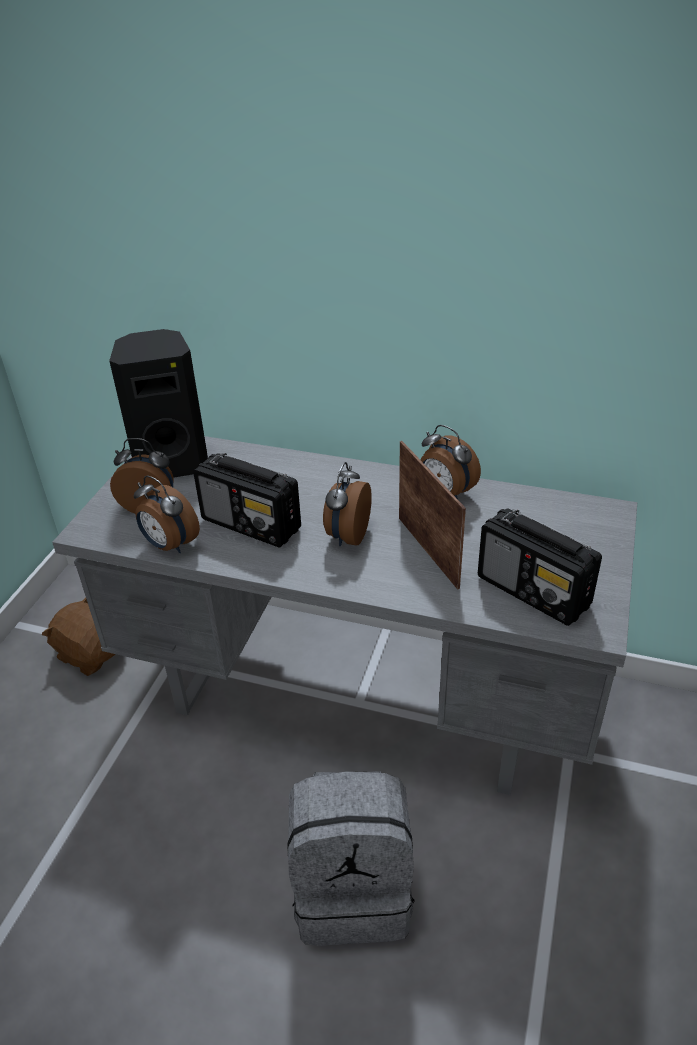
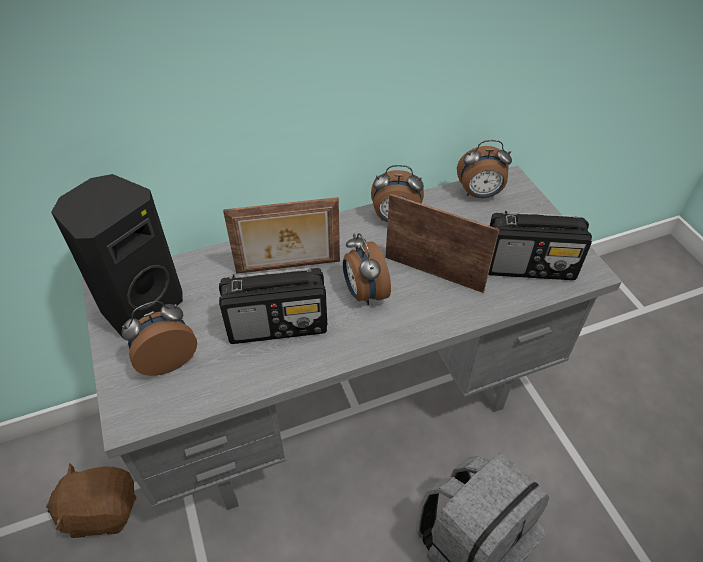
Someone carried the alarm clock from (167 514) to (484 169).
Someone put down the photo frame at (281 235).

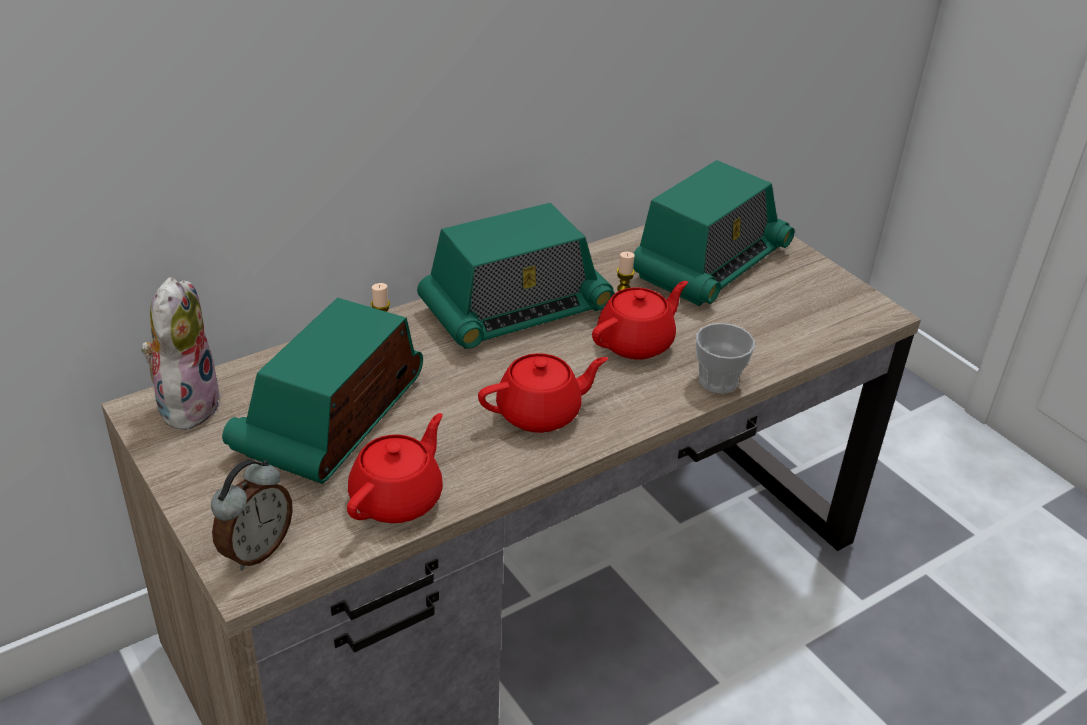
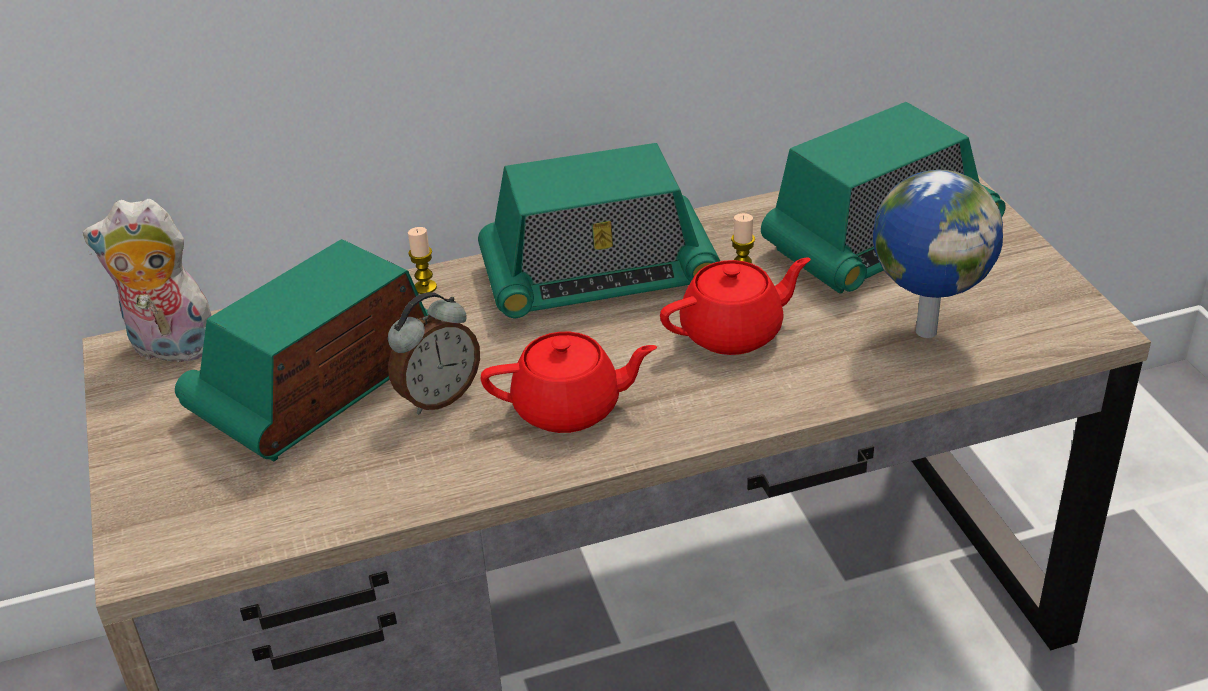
Someone rotated the cuddly toy at (181 353) by 105 degrees counterclockwise.
Someone carried the alarm clock from (252 515) to (434 353).
Someone took away the pot for tea in reddish at (395 468).
Someone took away the cup at (725 358).
Someone put down the desk globe at (938 254).

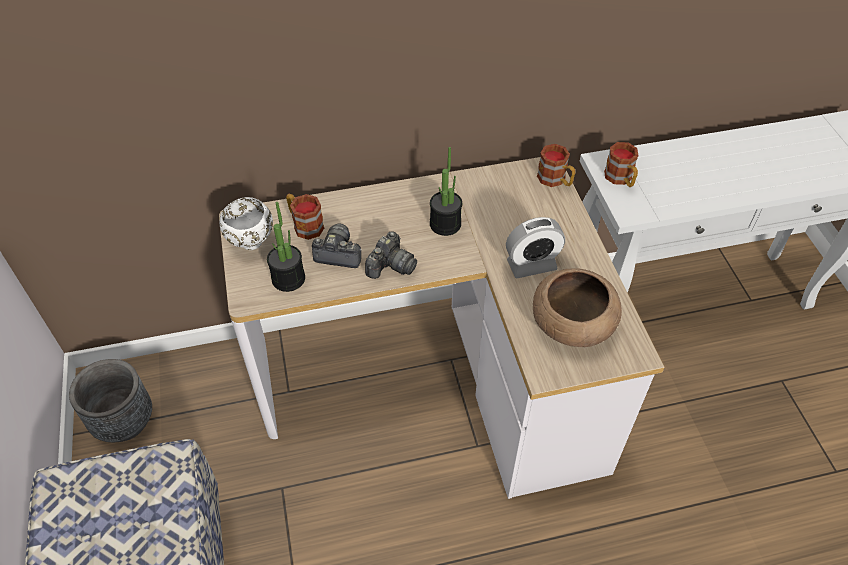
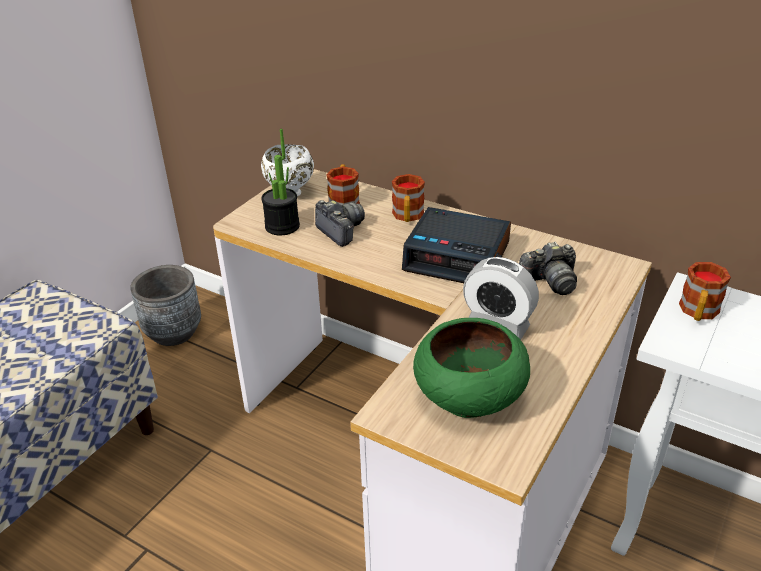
Someone carried the still camera from (391 255) to (548 268).
Someone swapped the houseplant at (446 191) for the alarm clock at (456 245).
Someone repainted the serving bowl in brown at (577 307), which became the serving bowl in green at (471 368).
Someone carried the coffee mug from (556 165) to (408 198).

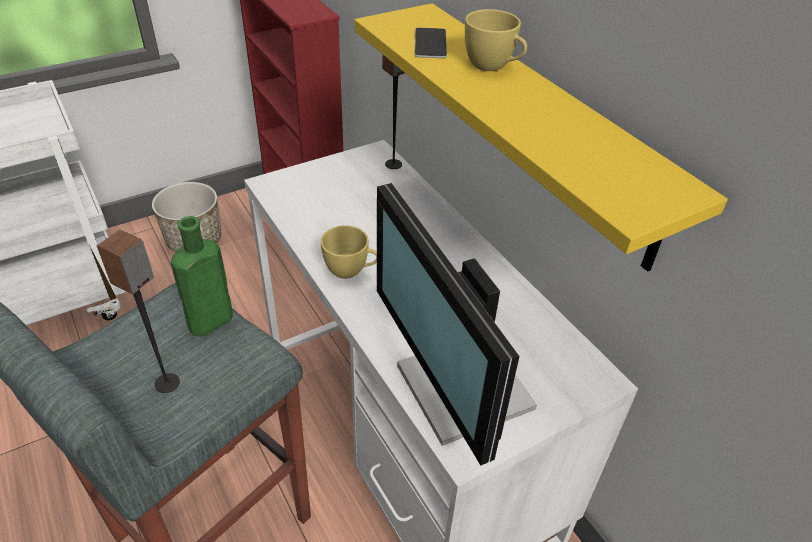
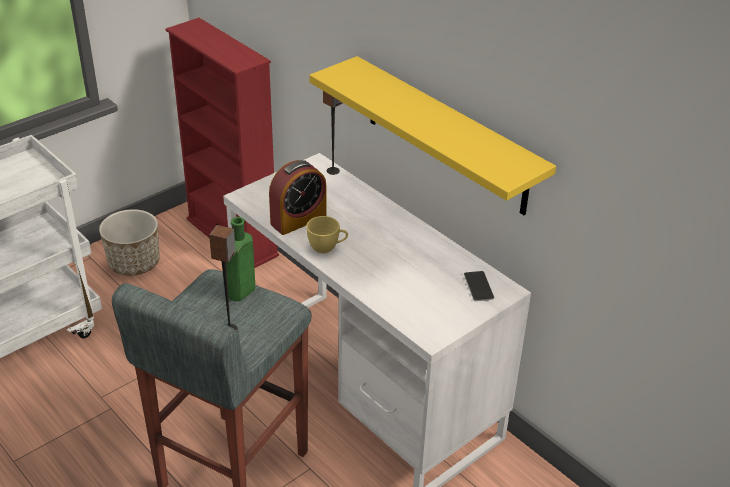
Someone took away the computer display at (457 324).
Someone carried the handset from (430 43) to (479 286).
Someone took away the cup in yellow at (496 40).
Someone put down the alarm clock at (298 197).

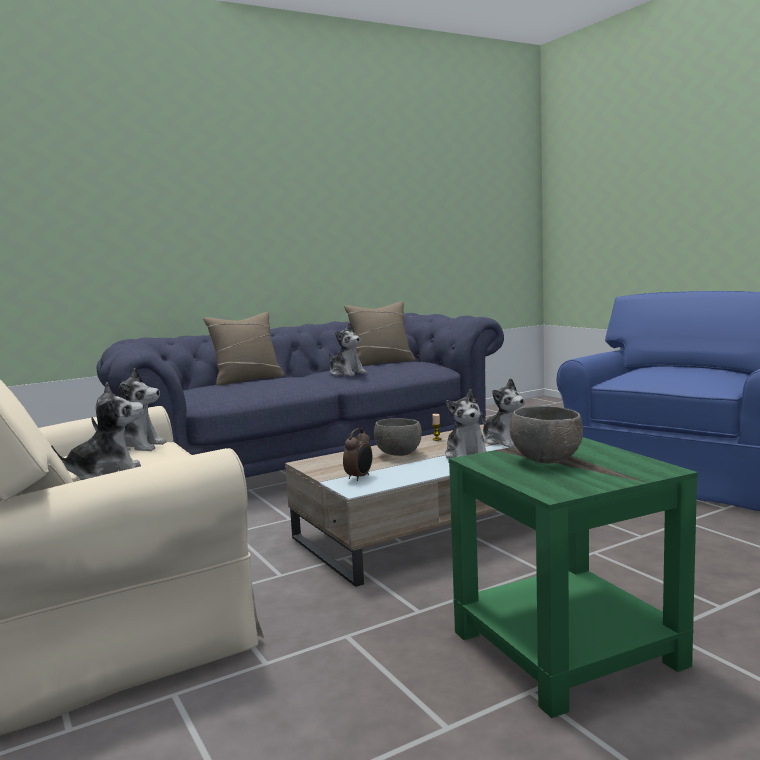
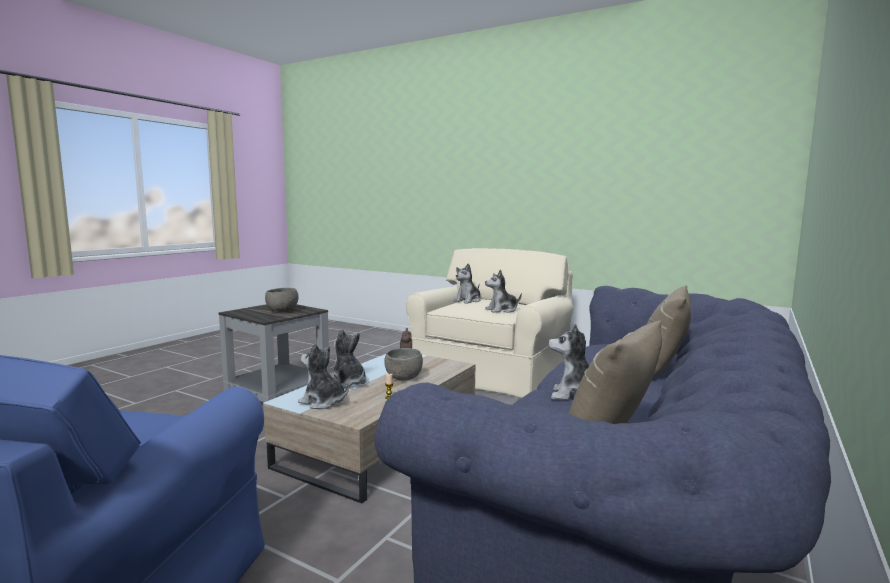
Someone repainted the end table in green at (573 577), which became the end table in gray at (274 357).

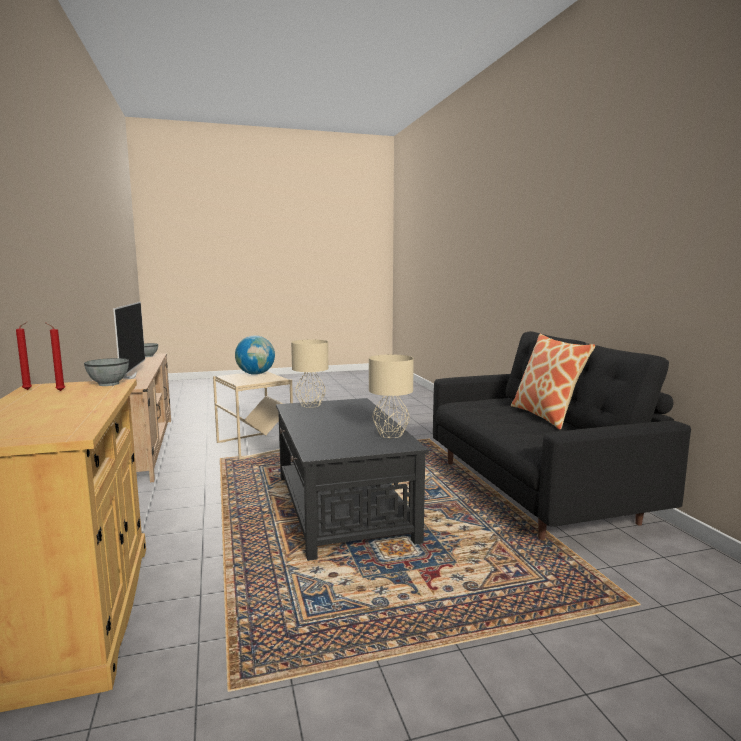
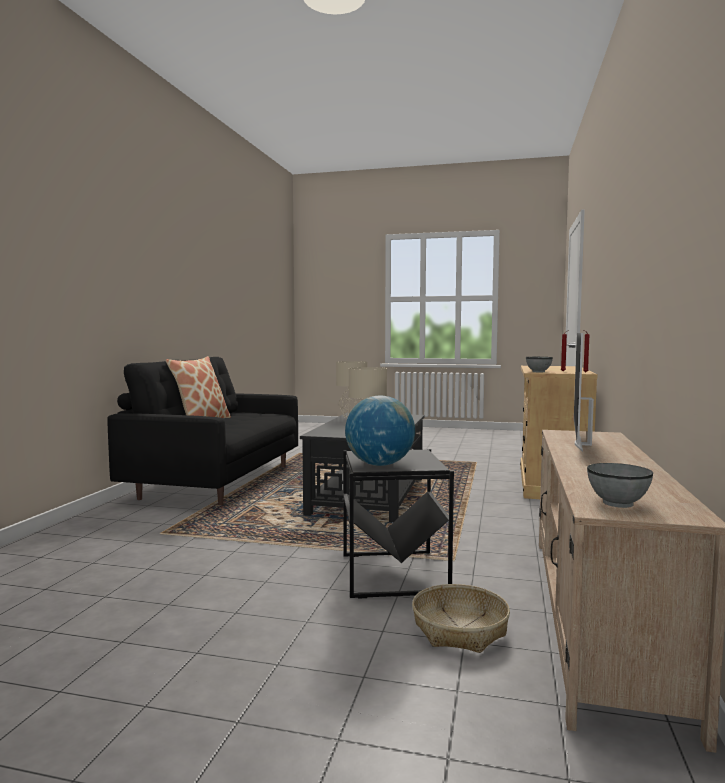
Someone repainted the end table in beige at (253 415), which became the end table in black at (398 524).
Someone put down the household basket at (461 618).

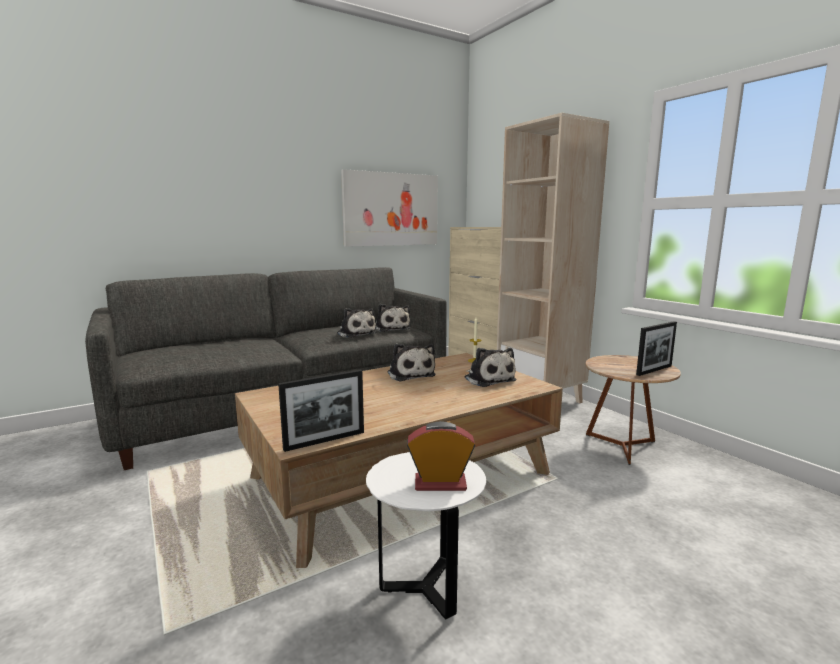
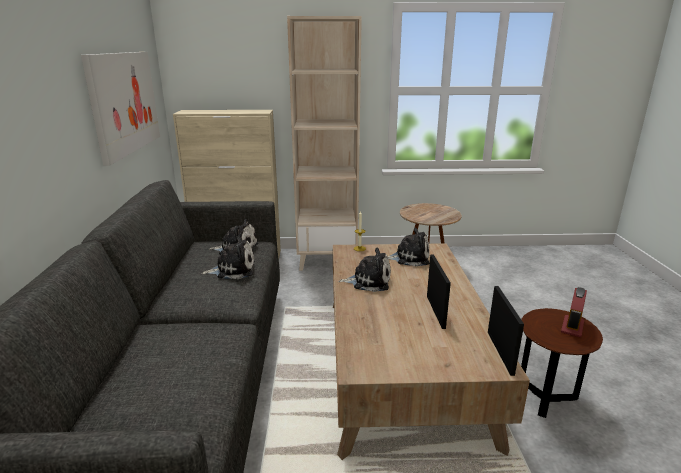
Someone repainted the end table in white at (426 535), which became the end table in brown at (562 363).
Someone carried the photo frame from (656 348) to (439 291).

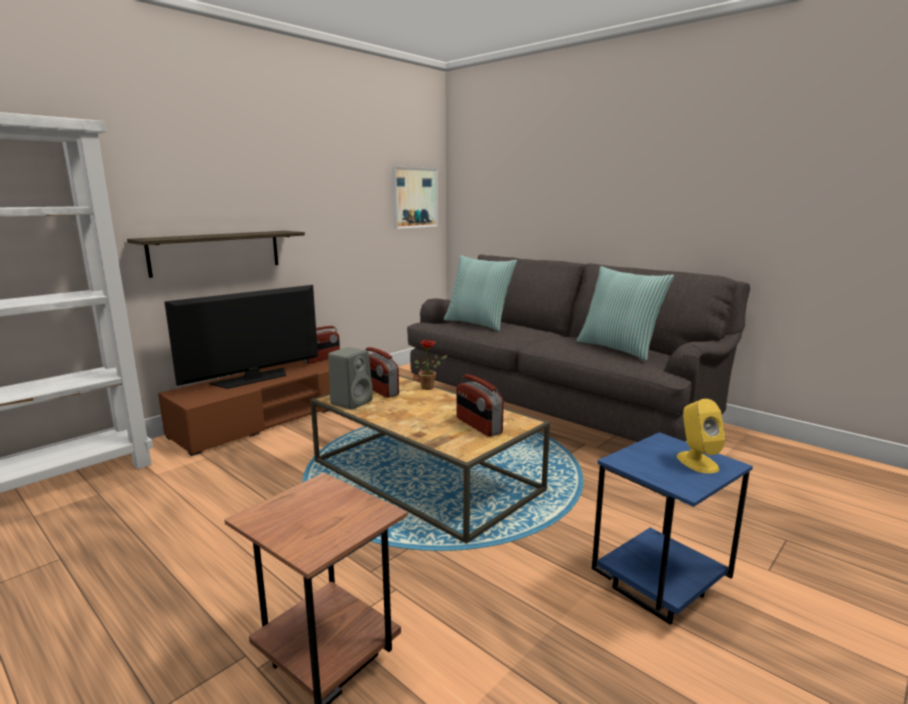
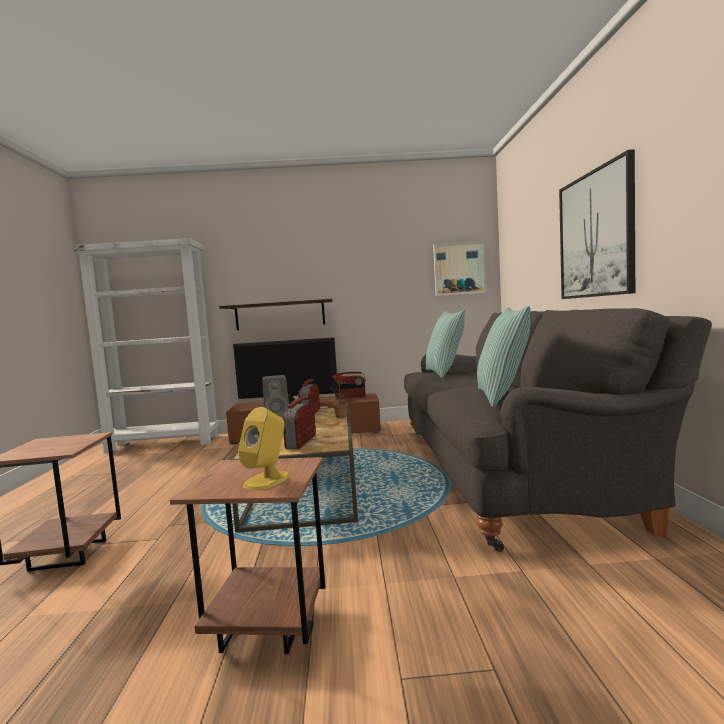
Someone repainted the end table in bluish at (672 528), which became the end table in brown at (247 555).
Someone put up the picture at (597 224).

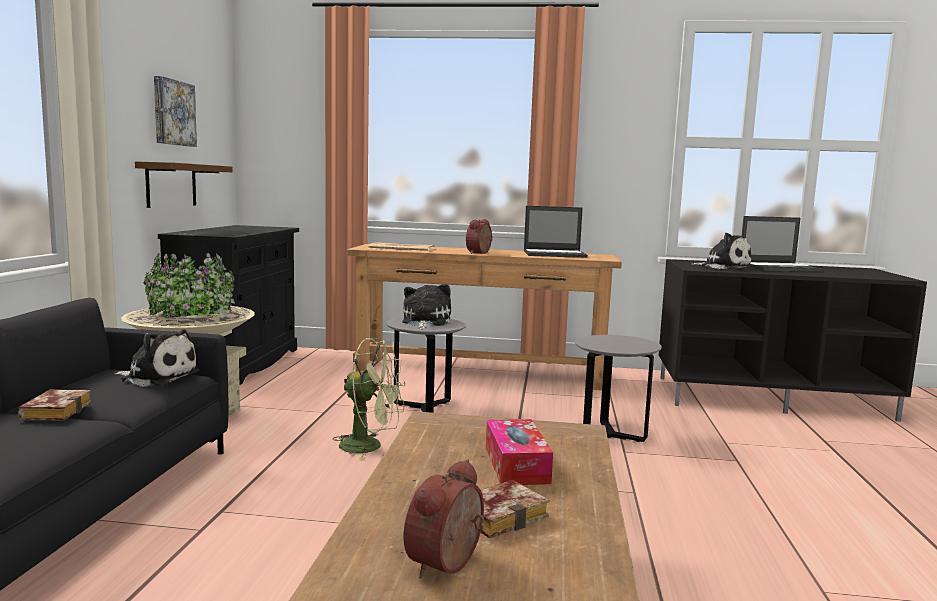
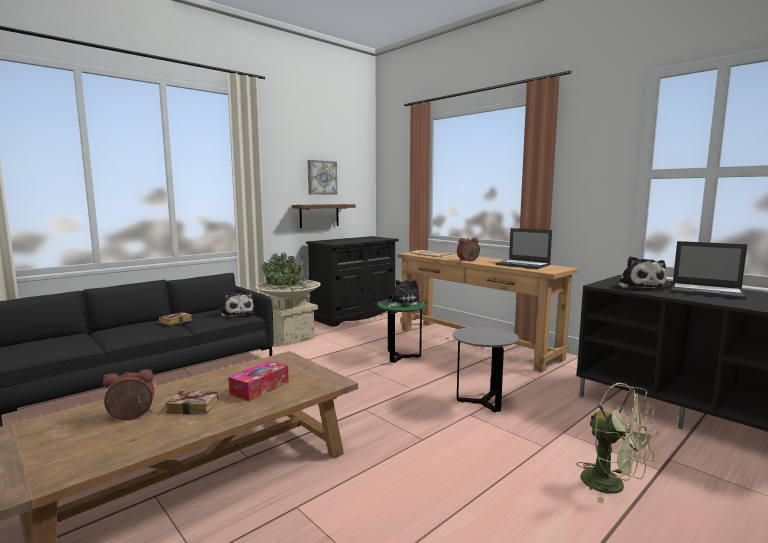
Someone carried the cooling fan in green from (369 399) to (617 443).
Someone repainted the end table in gray at (426 365), which became the end table in green at (401 331).

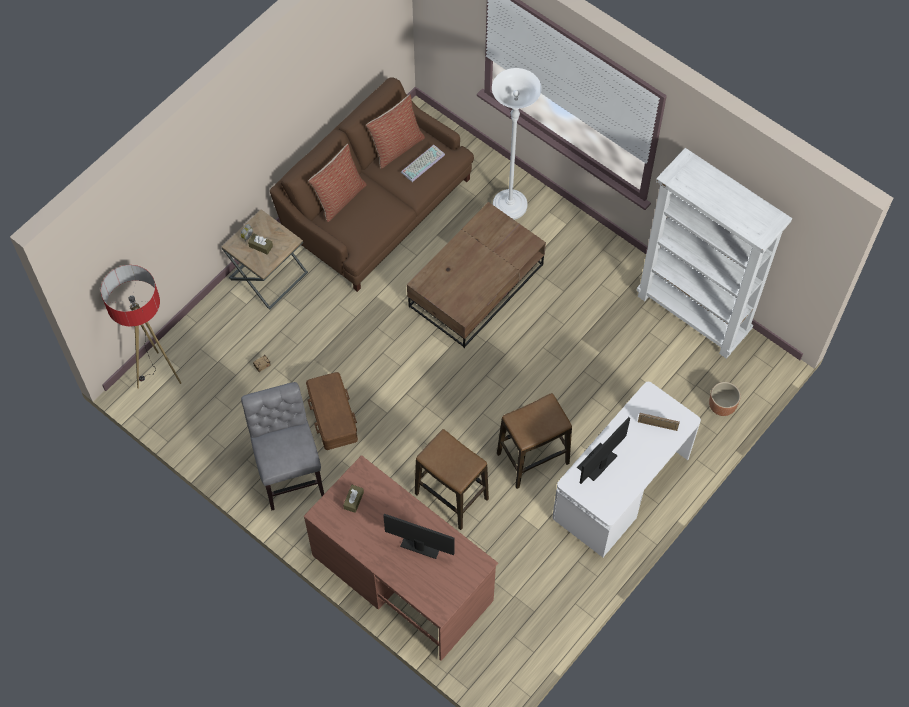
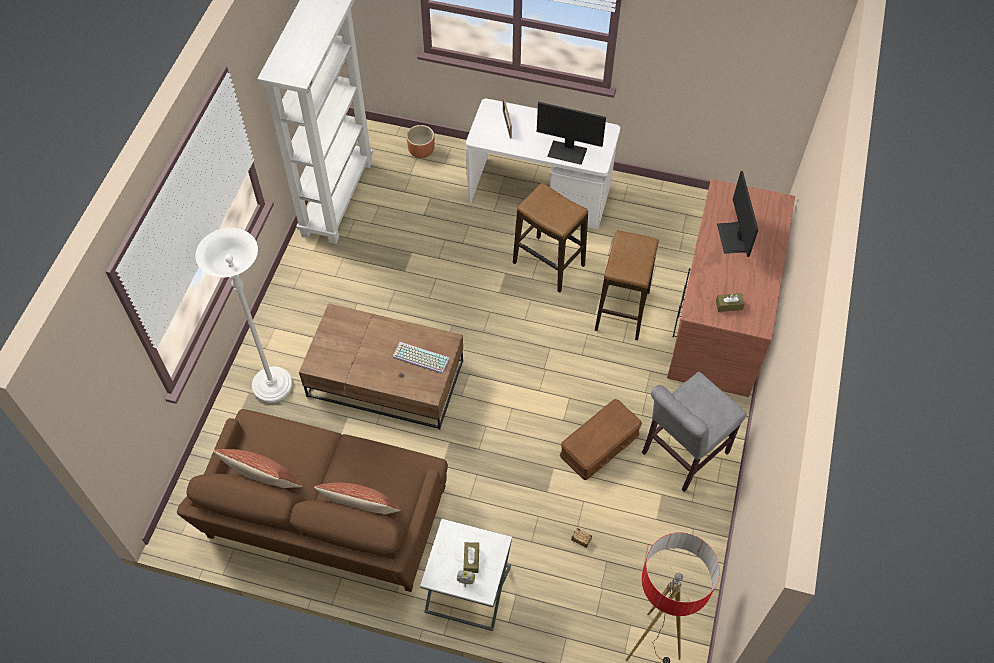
Someone repainted the end table in brown at (265 259), which became the end table in white at (466 575).
Someone carried the keyboard from (423 163) to (421 358).

